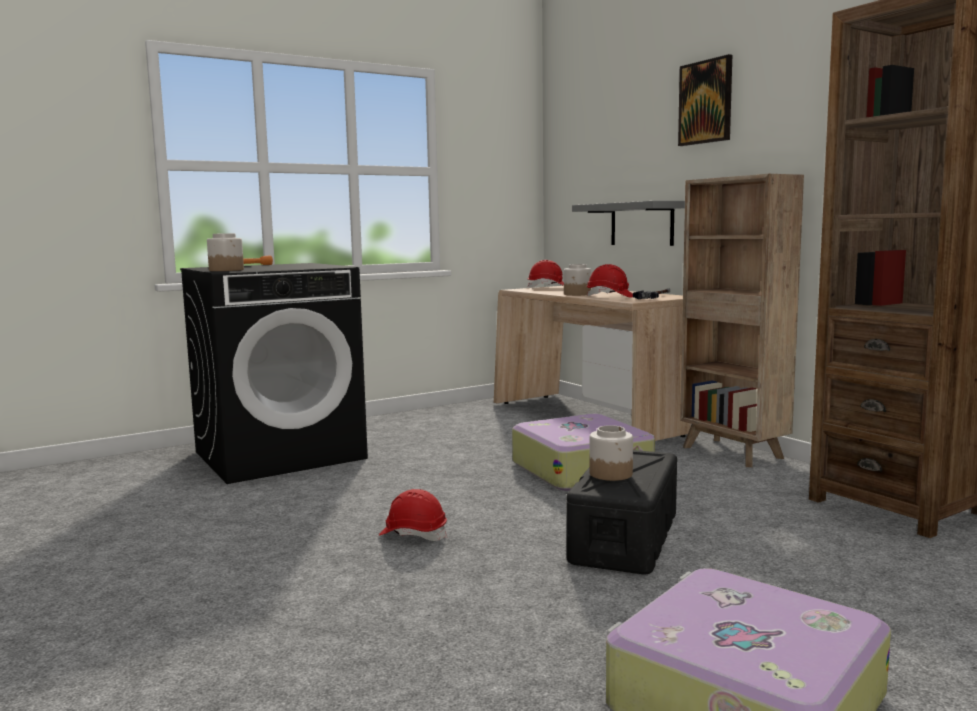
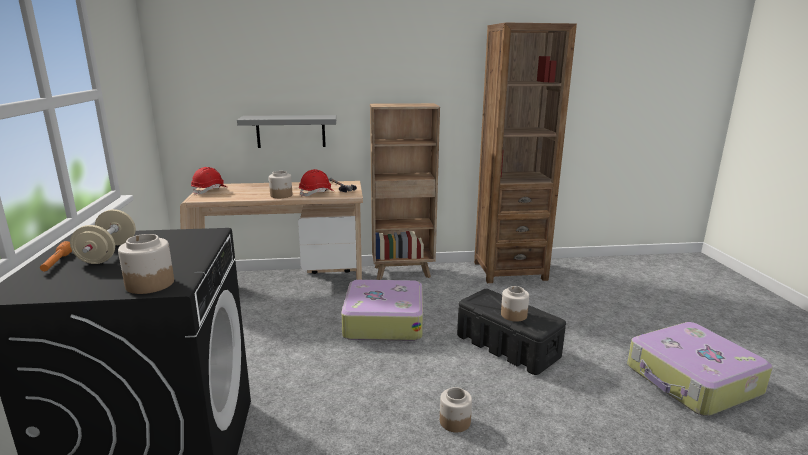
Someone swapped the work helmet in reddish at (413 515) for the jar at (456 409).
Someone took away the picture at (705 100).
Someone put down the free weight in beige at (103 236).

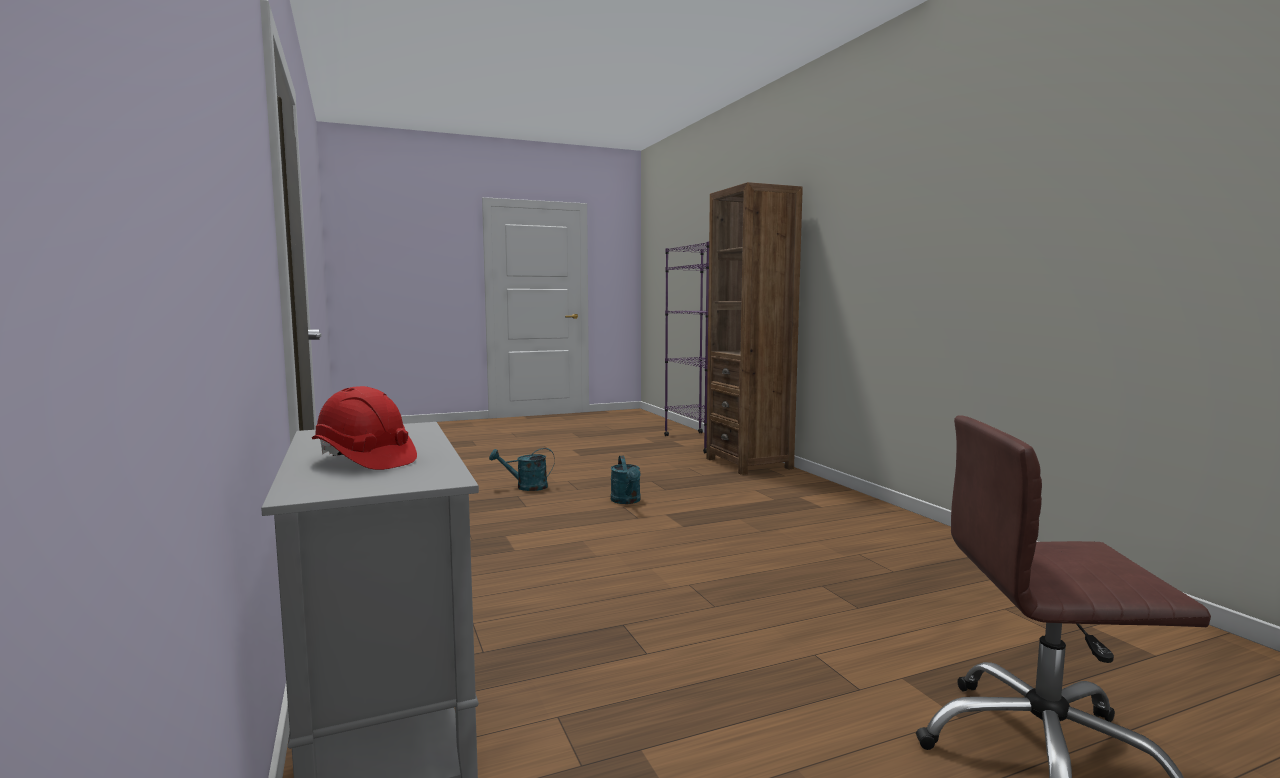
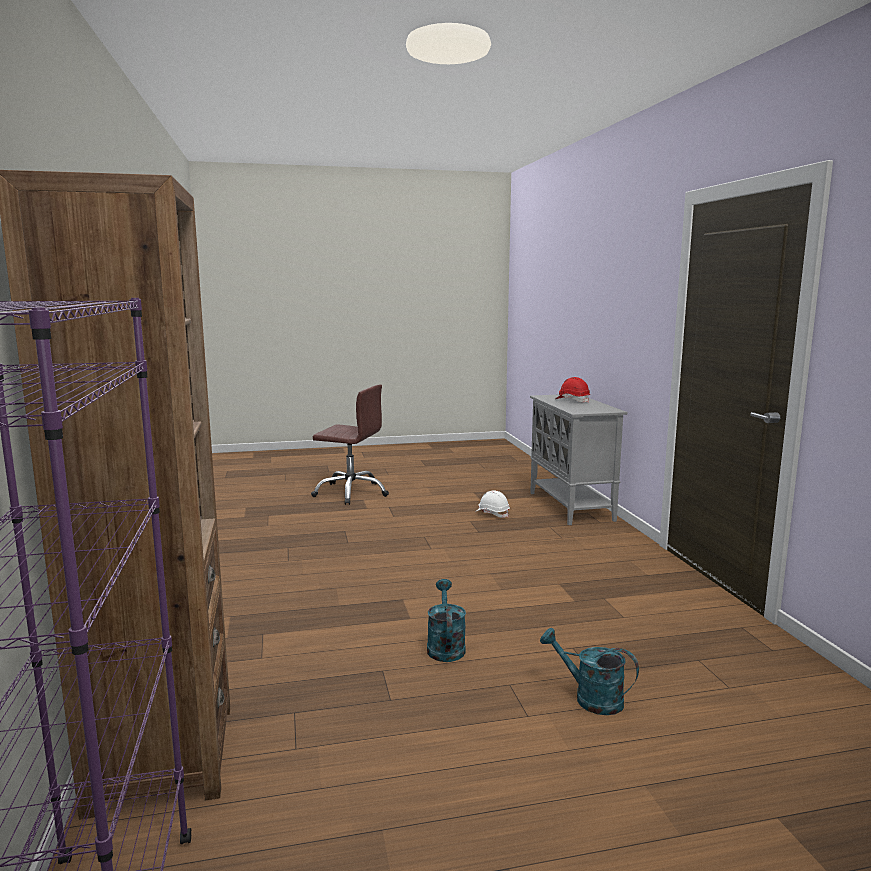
Someone rotated the sprinkling can in turquoise at (522 469) by 150 degrees counterclockwise.
Someone put down the work helmet in white at (492 504).

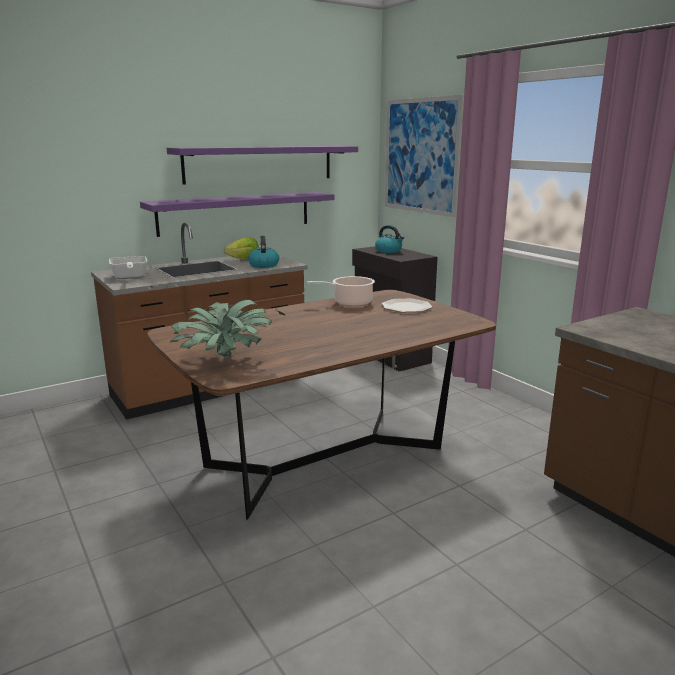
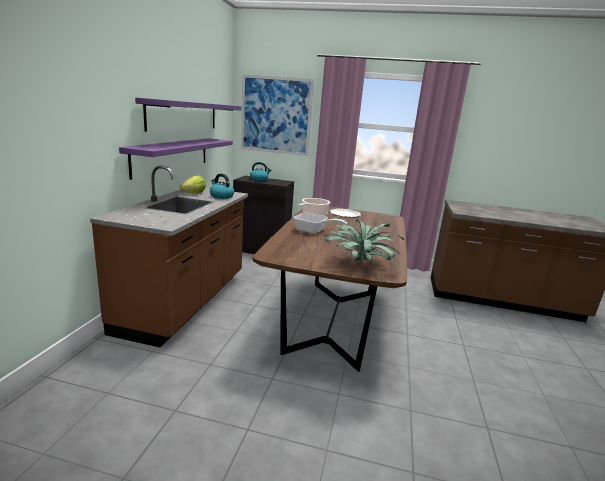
Someone carried the frying pan from (128 267) to (320 223).

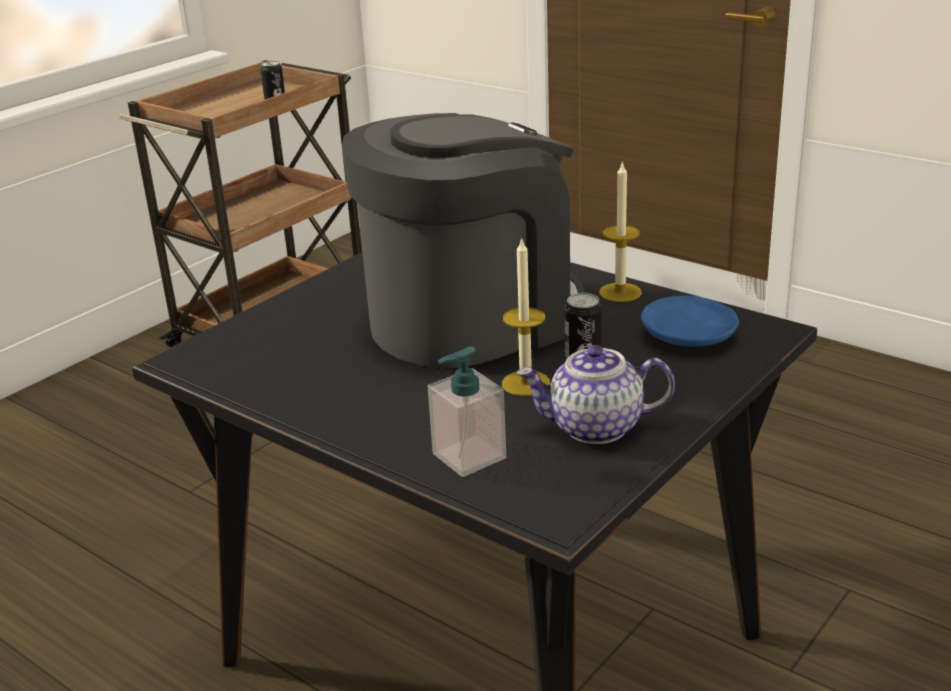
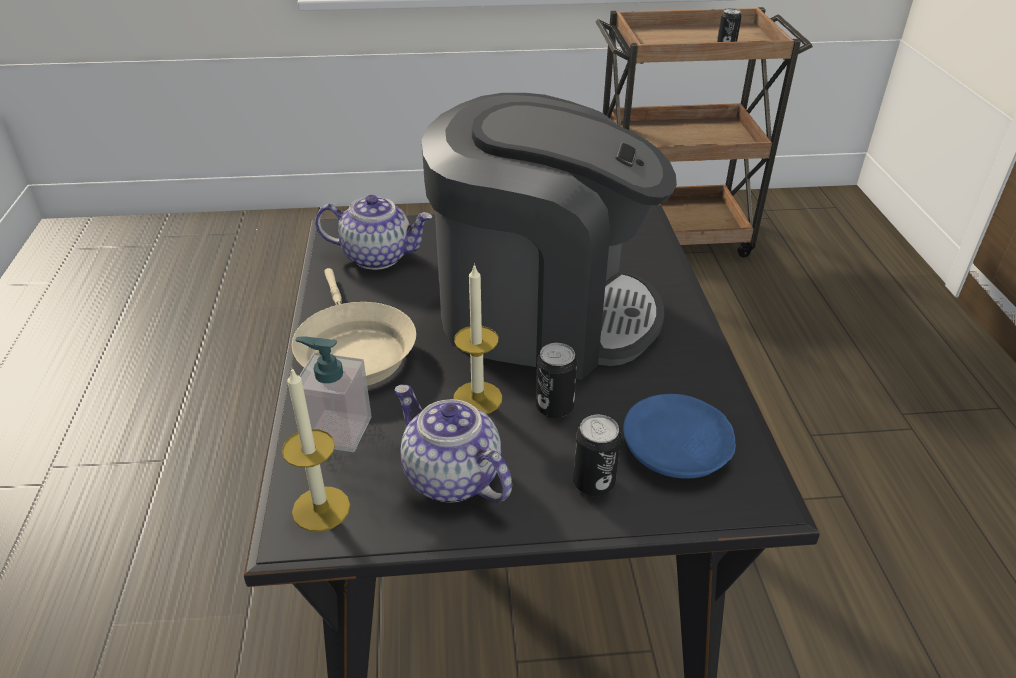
Someone carried the wax light from (620 231) to (316 449).
Someone put down the frying pan in beige at (354 327).
Someone put down the pot for tea at (374 232).
Someone put down the metal can at (597 455).

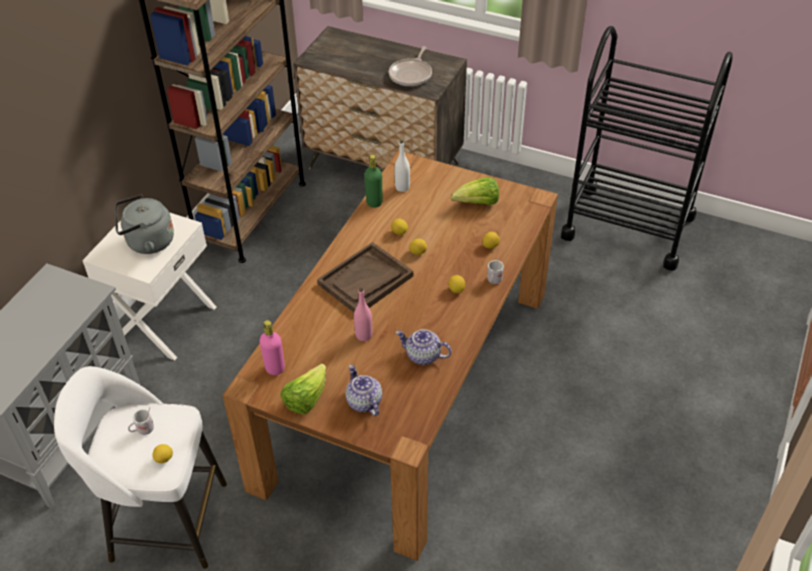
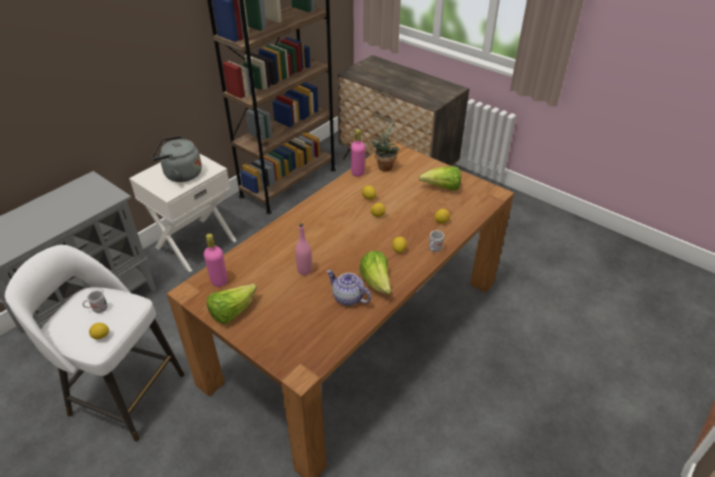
Someone took away the carrying tray in brown at (365 277).
Someone took away the pot for tea at (364 390).
Someone repainted the drink bottle in green at (373 181), which became the drink bottle in pink-coloured at (358 153).
Someone took away the frying pan at (410 66).
Someone swapped the drink bottle in white at (402 166) for the houseplant at (385 146).
Someone took away the cart in black at (646 148).
Someone put down the lettuce at (375 272).

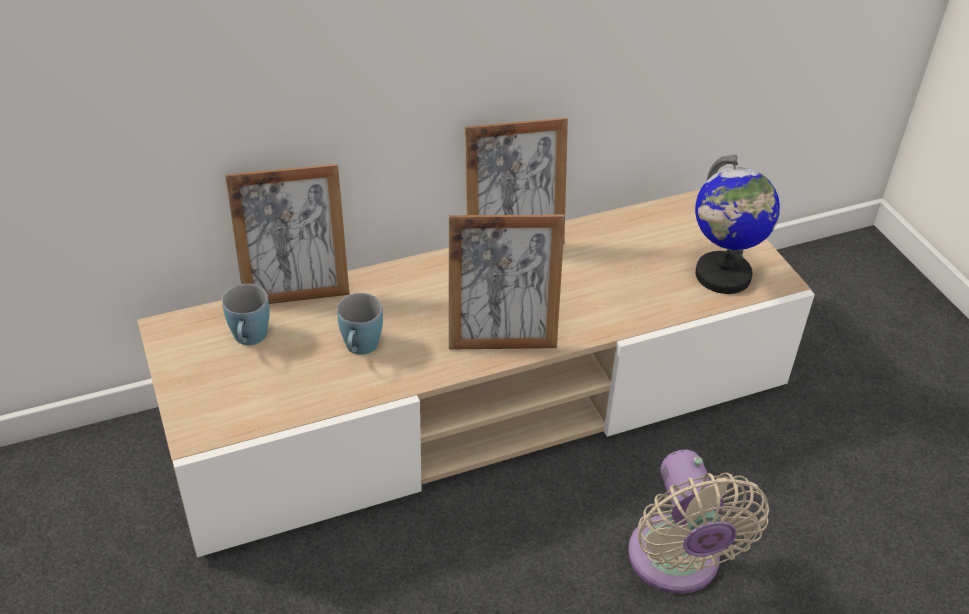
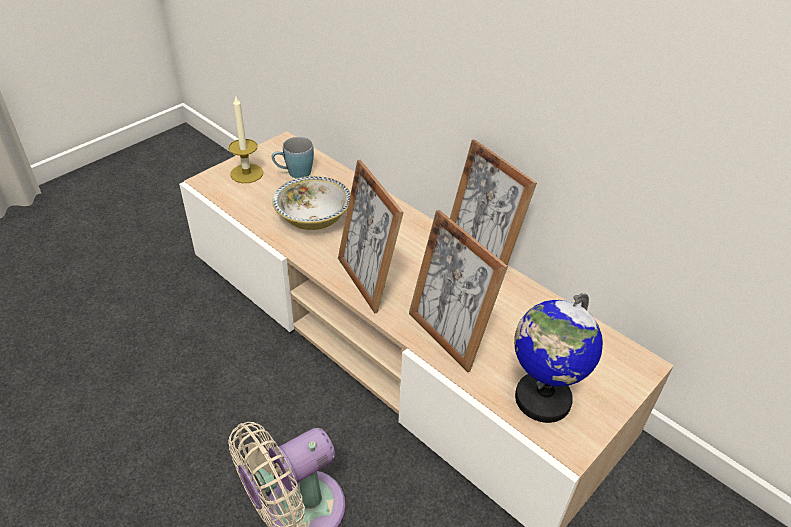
Someone carried the photo frame from (287 234) to (458 291).
Someone swapped the coffee mug in bluish at (360 324) for the serving bowl at (311 203).
Someone put down the wax light at (246 139).

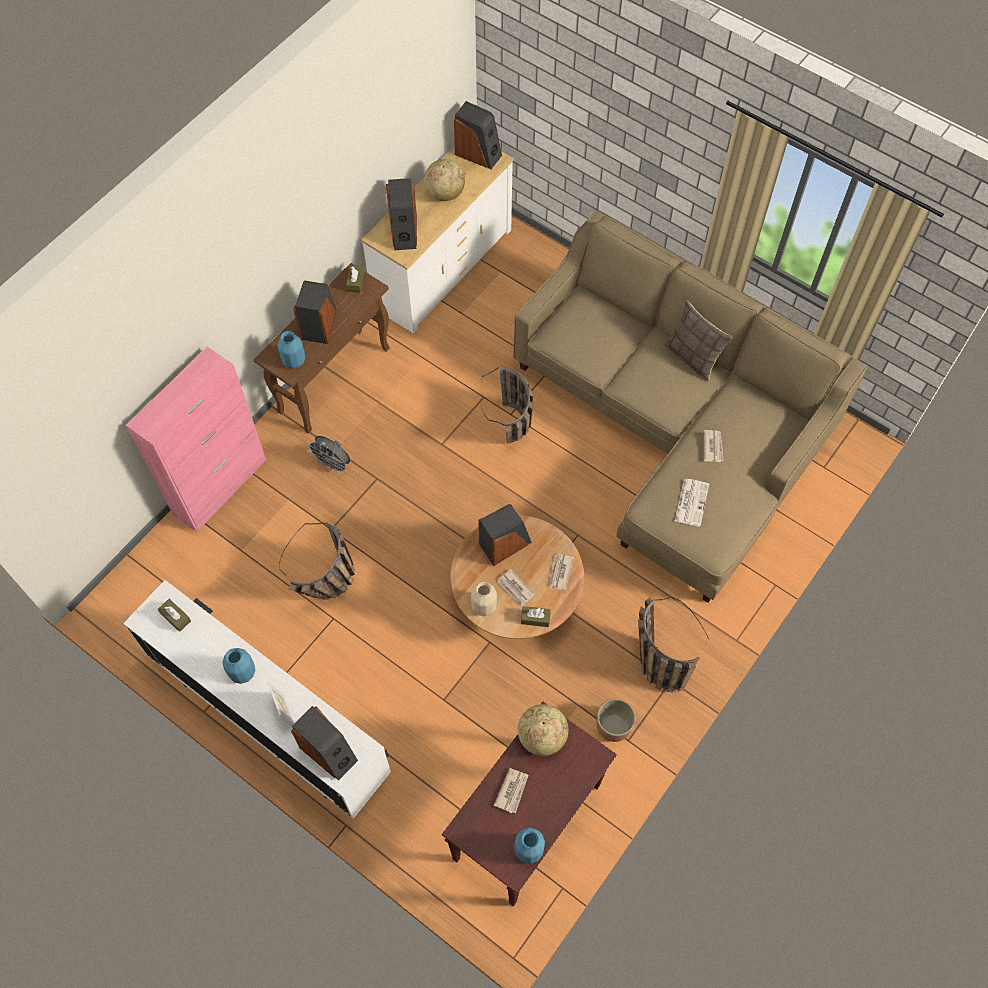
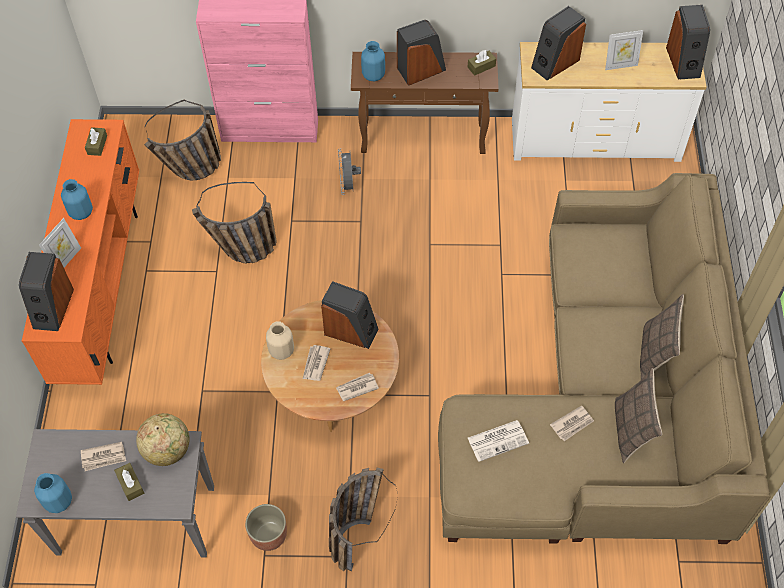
Someone repainted the tv stand in white at (257 699), which became the tv stand in orange-coloured at (80 252).
Someone swapped the desk globe at (444 180) for the photo frame at (624 50).
Someone repainted the console table in brown at (529 804), which became the console table in gray at (115 493).
Someone carried the household basket from (506 405) to (182 140).
Someone carried the box of tissues in brown from (536 616) to (129 482).
Someone put down the pillow at (638 415).

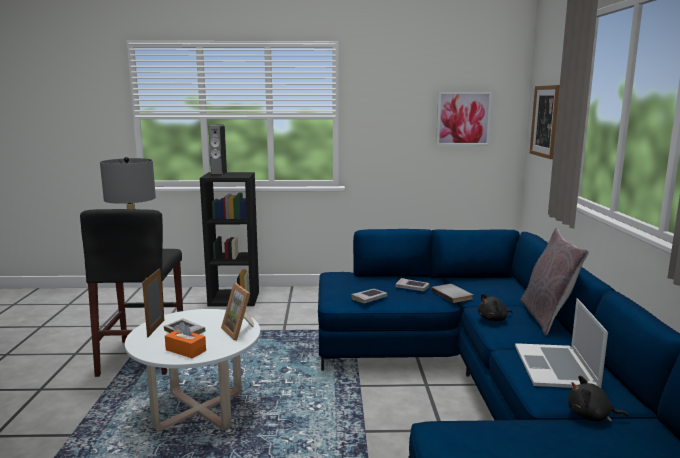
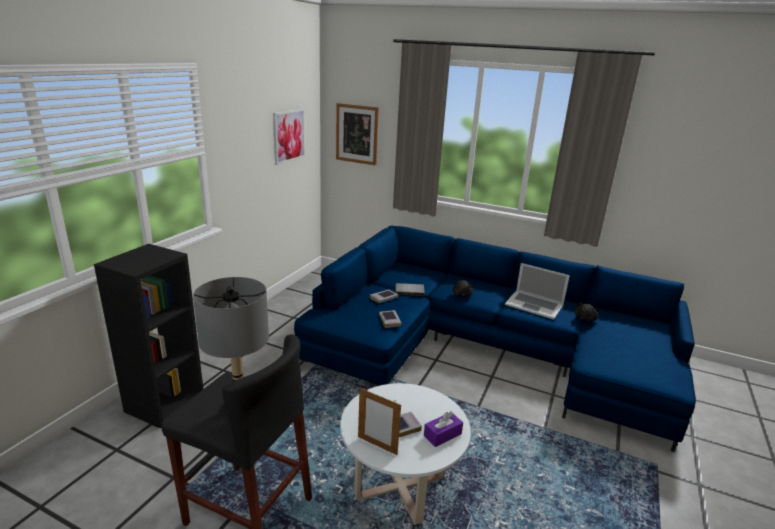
Someone repainted the box of tissues in orange-coloured at (185 340), which became the box of tissues in purple-coloured at (443 429).
Someone took away the loudspeaker at (218 150).
Someone took away the photo frame at (237 311).
Someone took away the pillow in gray at (554 281).

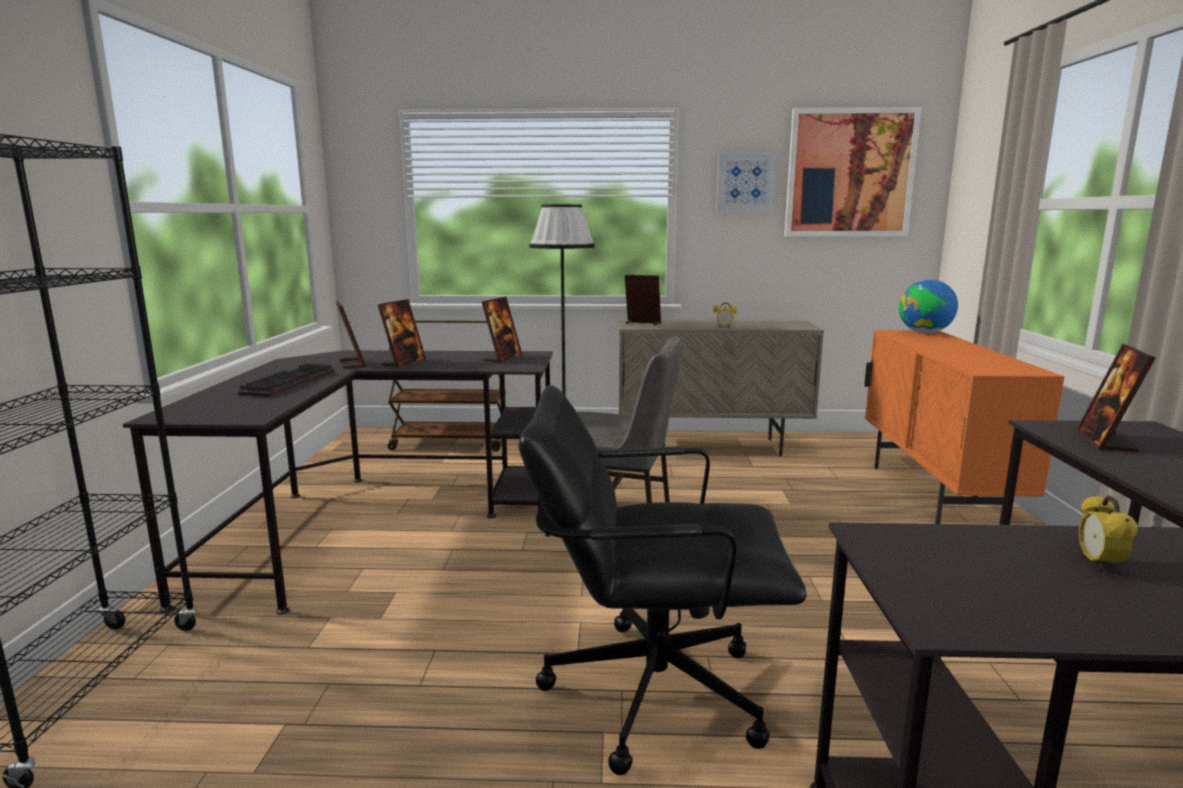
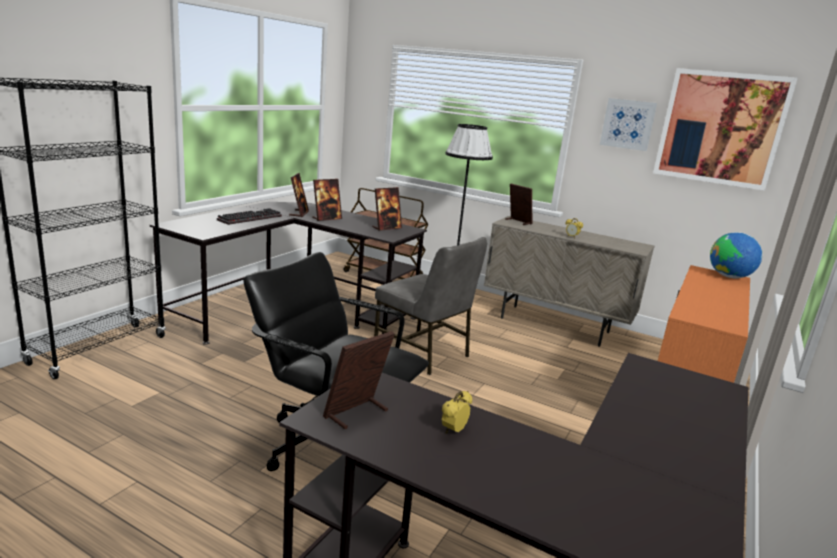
Someone carried the photo frame from (1116 398) to (359 380).

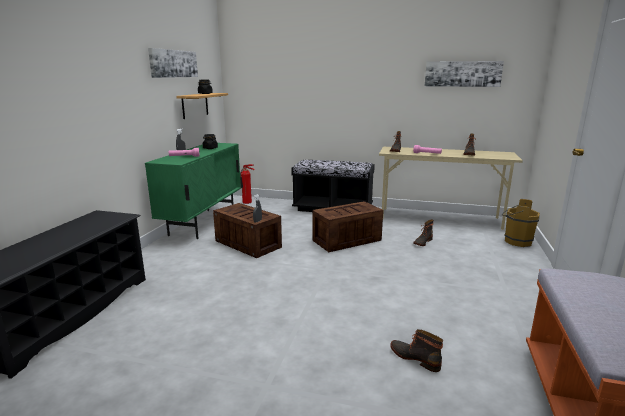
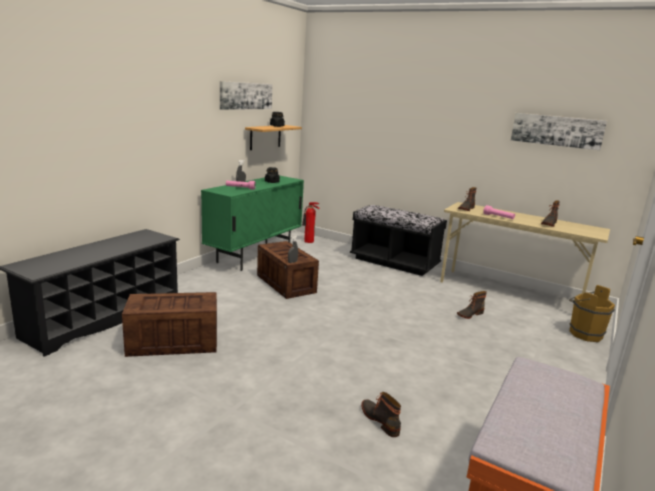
Someone carried the packing crate from (347 226) to (169 324).

